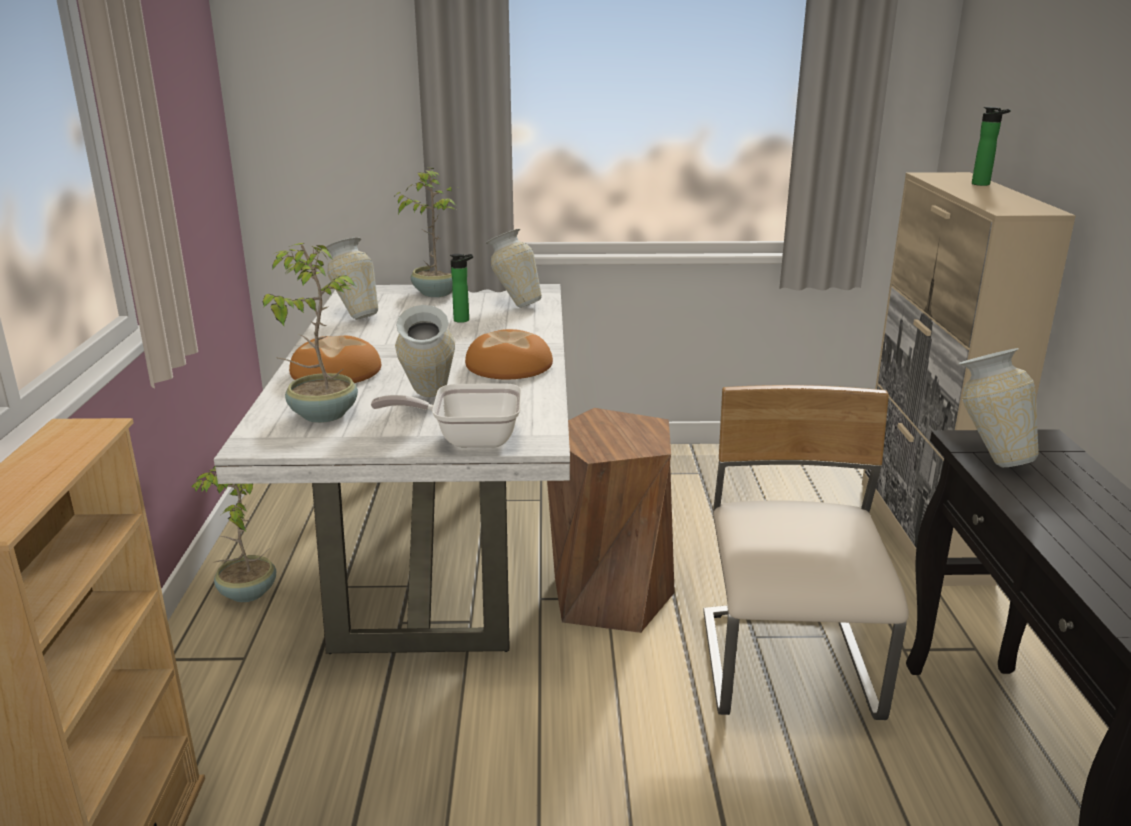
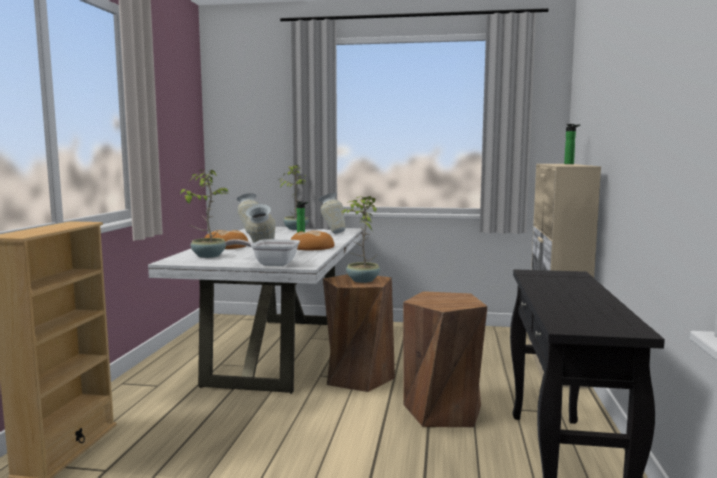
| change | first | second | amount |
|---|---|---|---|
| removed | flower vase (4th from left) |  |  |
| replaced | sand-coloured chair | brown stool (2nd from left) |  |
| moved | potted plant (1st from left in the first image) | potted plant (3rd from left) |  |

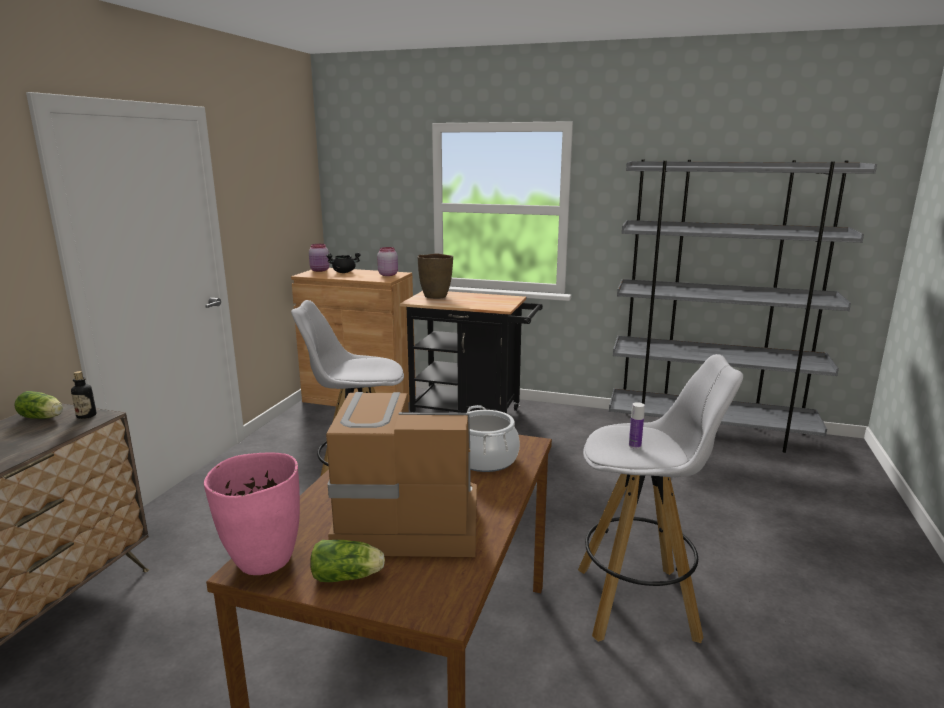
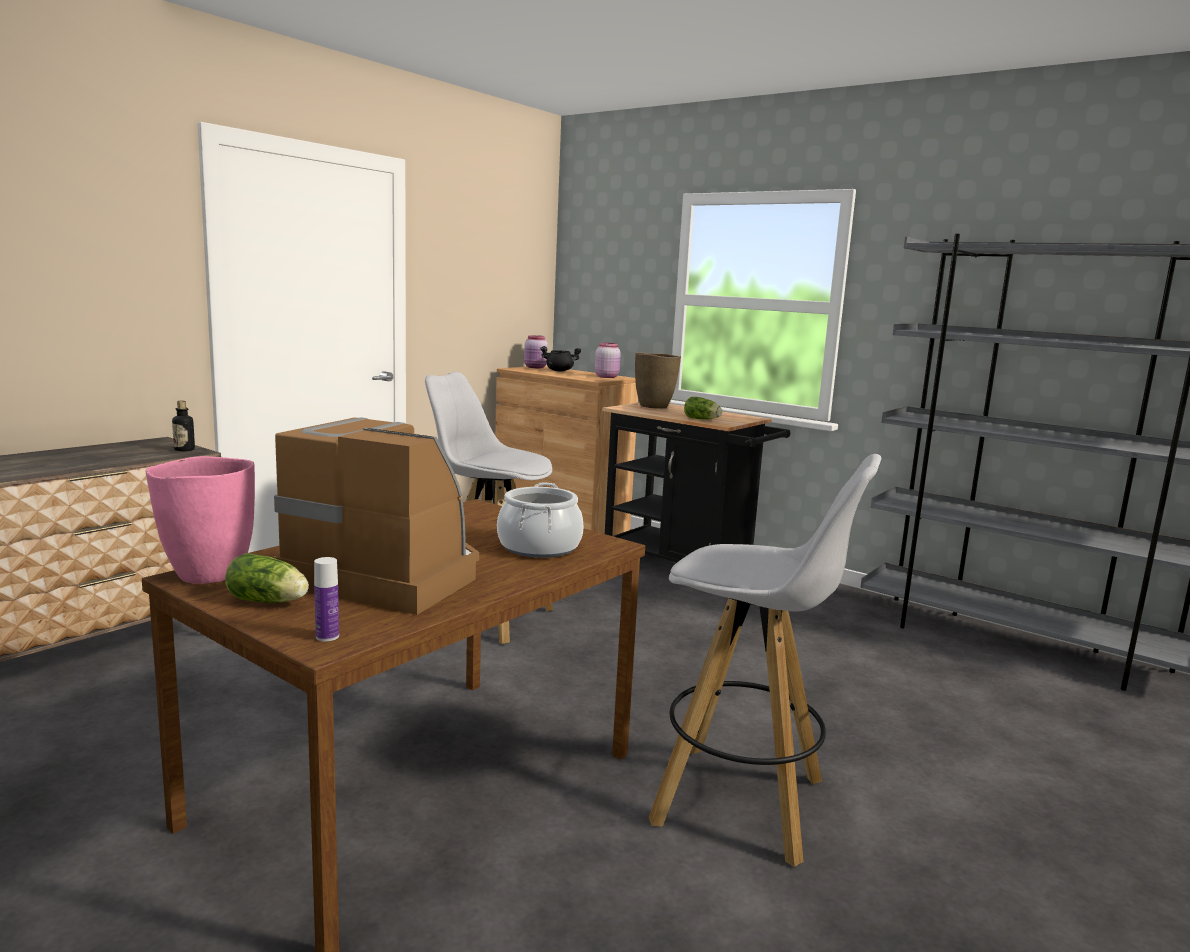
| change | first | second | amount |
|---|---|---|---|
| moved | head of lettuce (1st from left in the first image) | head of lettuce (2nd from left) |  |
| moved | drink bottle (2nd from left) |  |  |

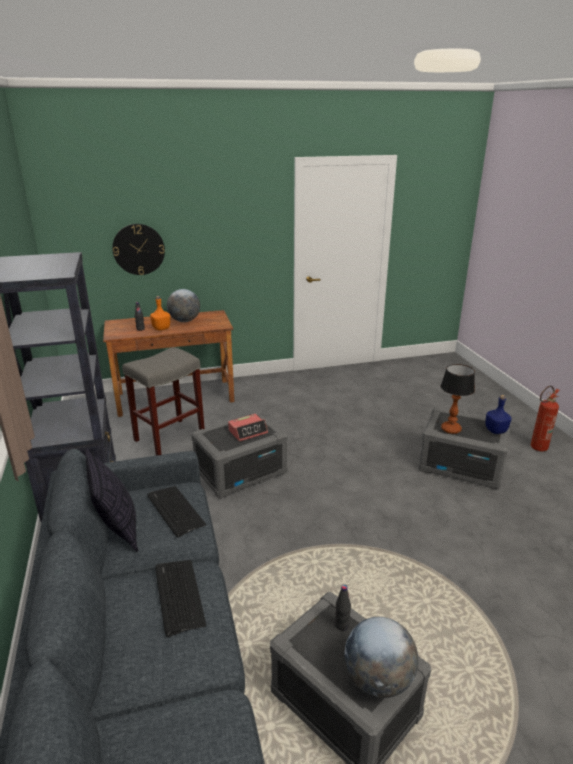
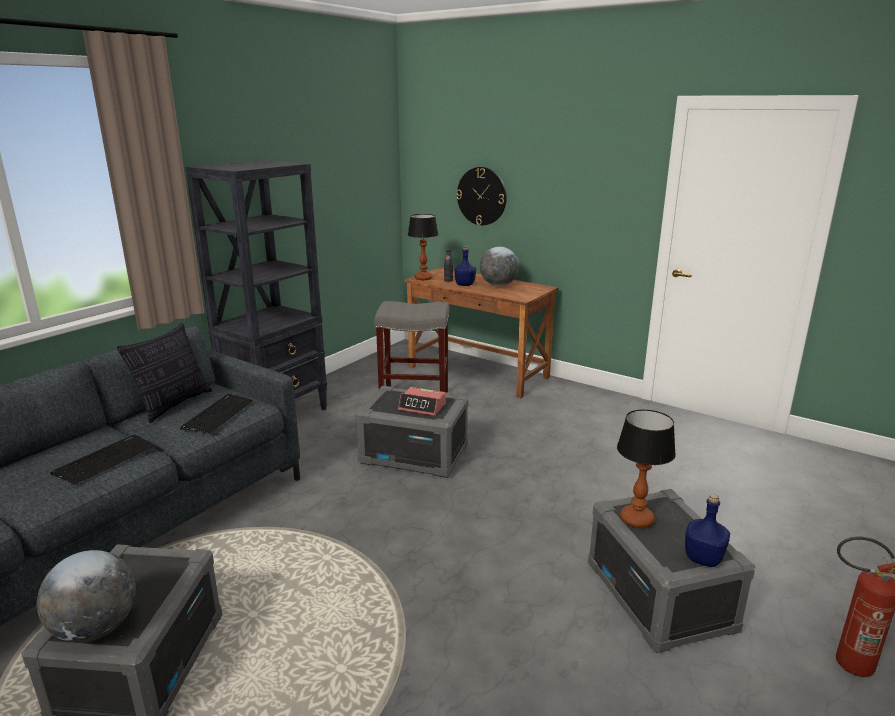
| change | first | second | amount |
|---|---|---|---|
| recoloured | orange-coloured drink bottle | blue-coloured drink bottle (1st from left) |  |
| removed | blackish drink bottle (2nd from left) |  |  |
| added |  | lamp for a table (1st from left) |  |

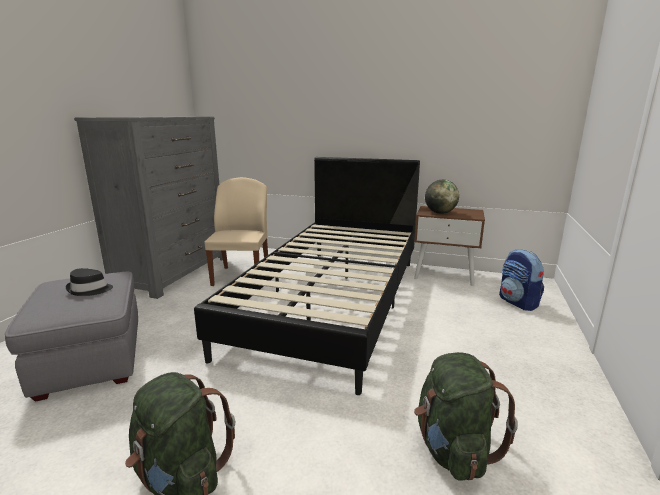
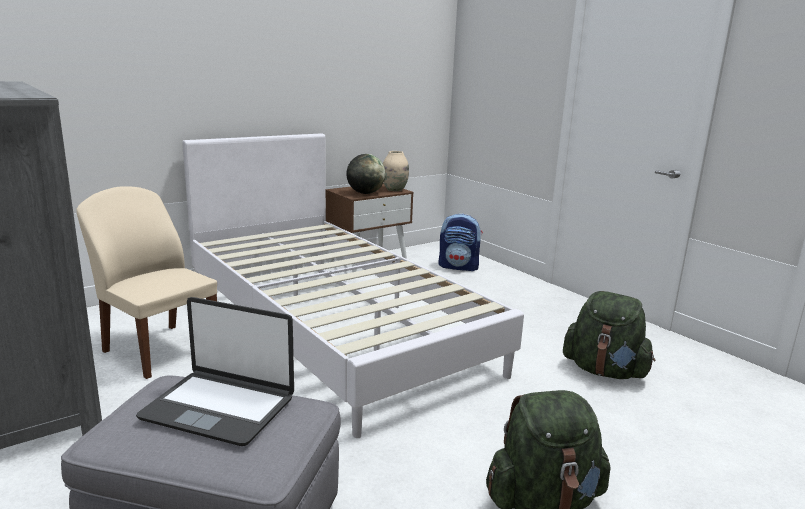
| change | first | second | amount |
|---|---|---|---|
| recoloured | blackish bed | white-coloured bed |  |
| replaced | blackish clothing hat | portable computer |  |
| added |  | sand-coloured flower vase |  |

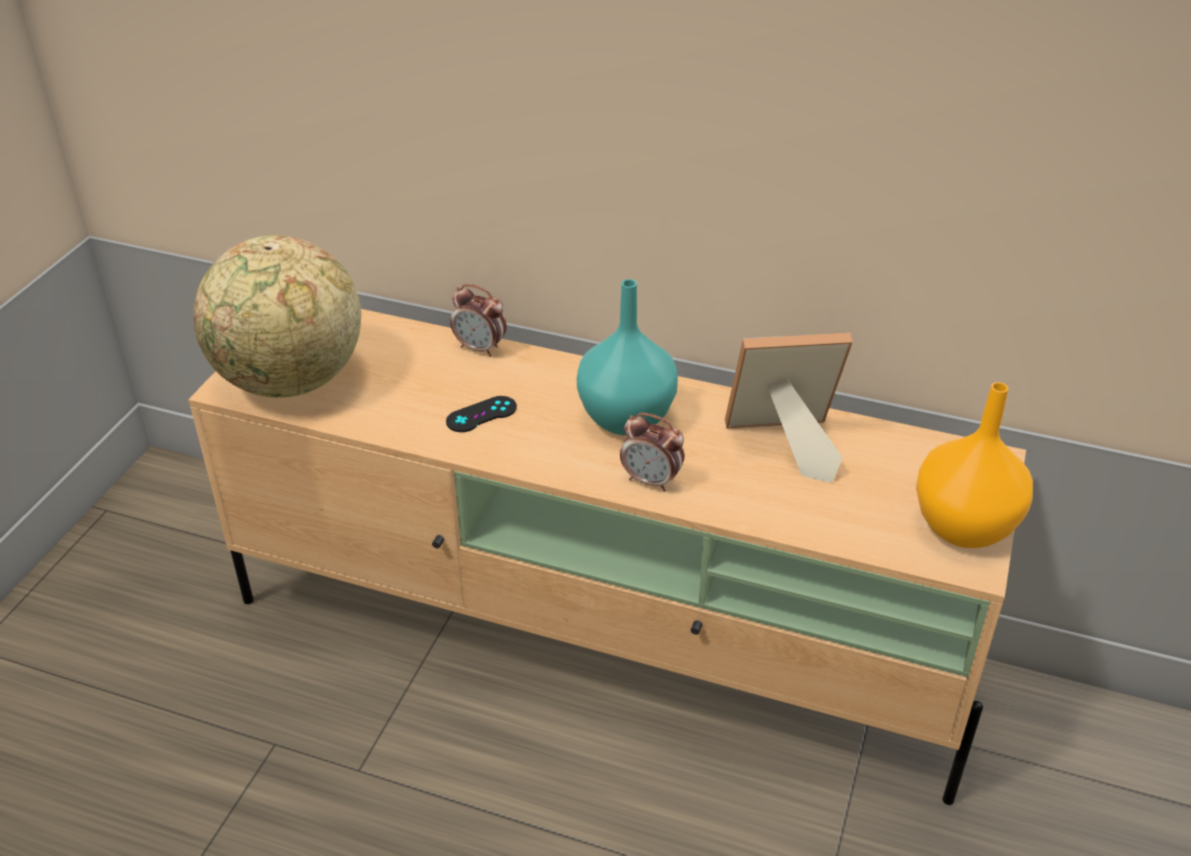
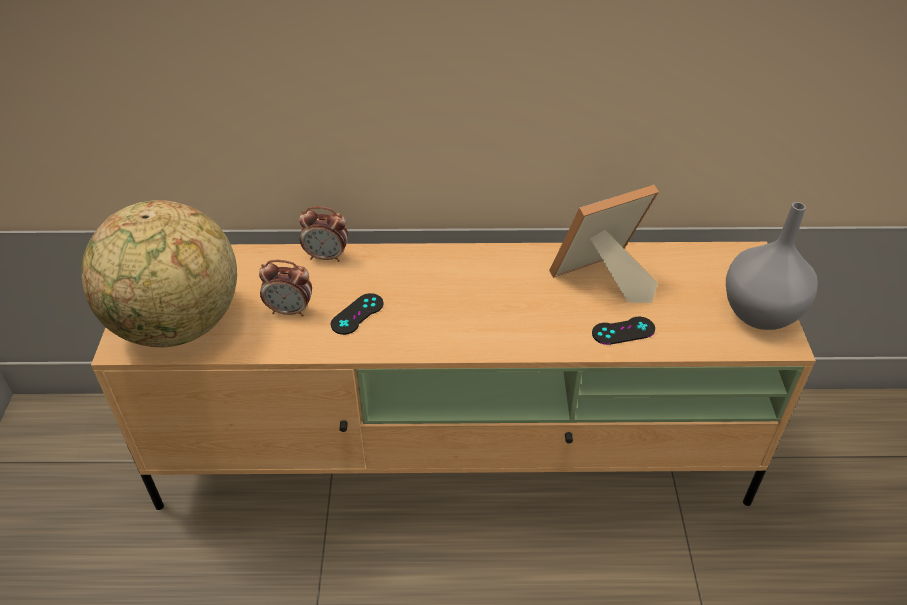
| change | first | second | amount |
|---|---|---|---|
| removed | blue-green flower vase |  |  |
| recoloured | orange-coloured flower vase | grey flower vase |  |
| moved | bedside clock (2nd from left in the first image) | bedside clock (1st from left) |  |
| added |  | blackish game controller (2nd from left) |  |

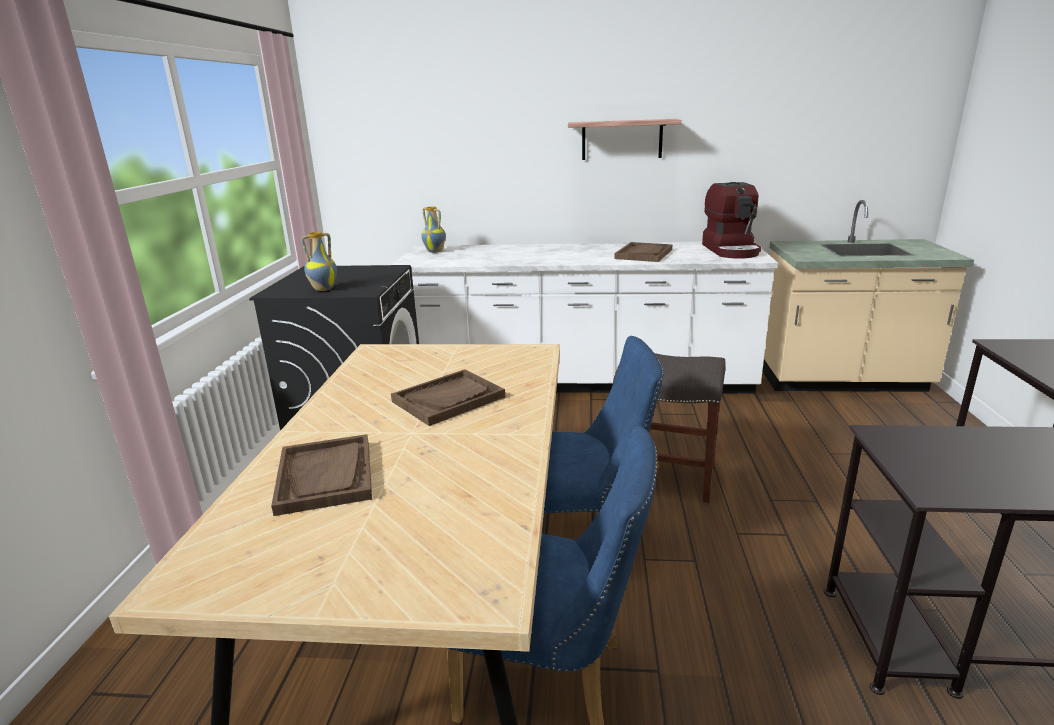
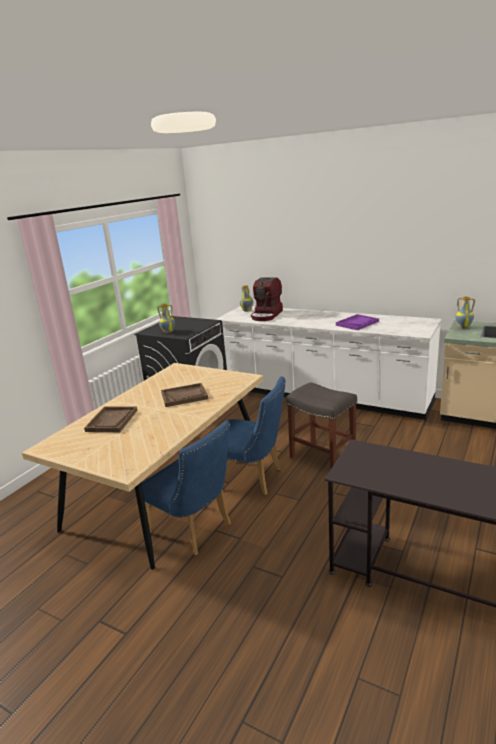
| change | first | second | amount |
|---|---|---|---|
| removed | shelf |  |  |
| moved | coffee machine |  |  |
| recoloured | brown serving tray (3rd from left) | purplish serving tray |  |
| added |  | flower vase (3rd from left) |  |

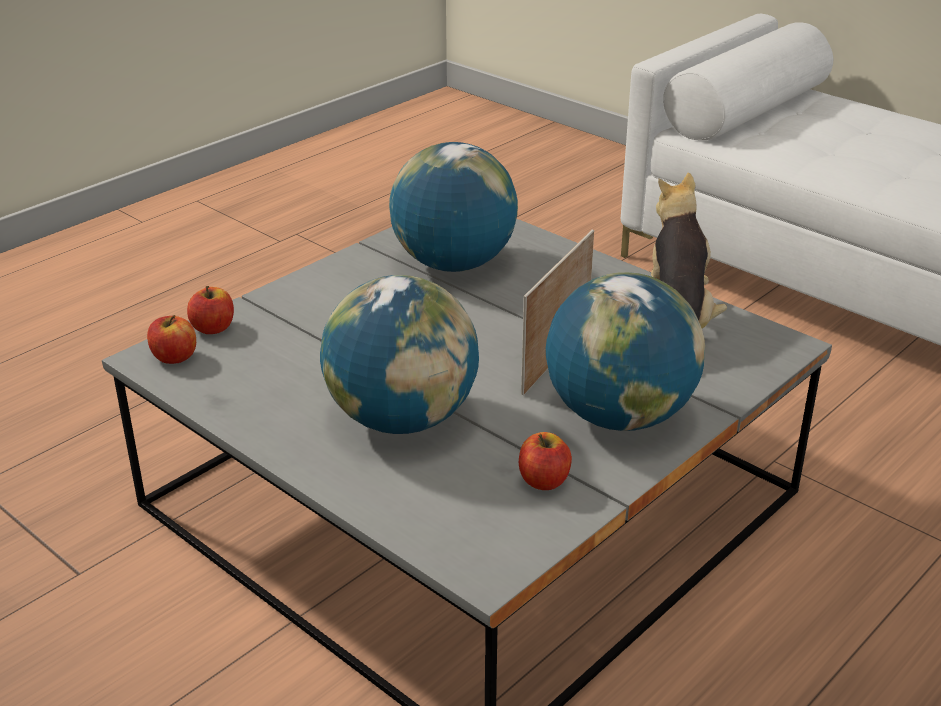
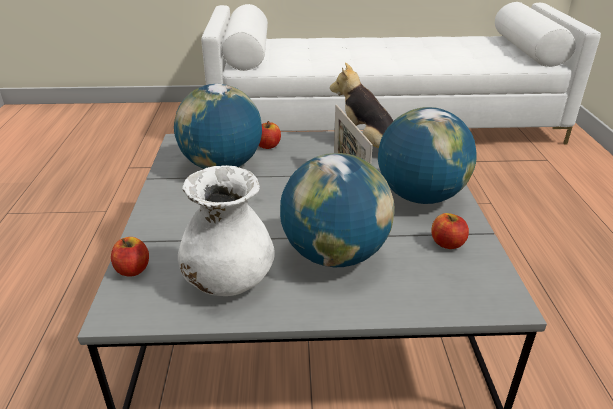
| change | first | second | amount |
|---|---|---|---|
| moved | apple (1st from left in the first image) | apple (2nd from left) |  |
| added |  | white-coloured flower vase |  |

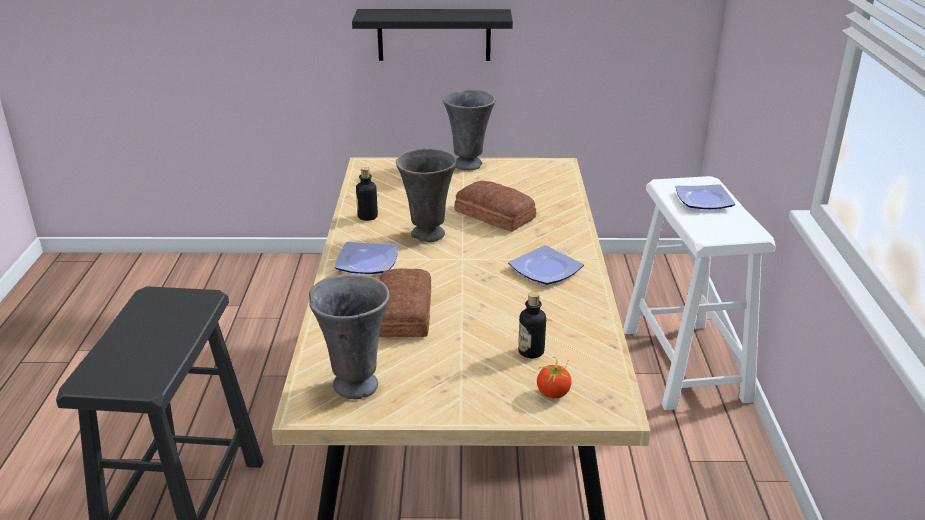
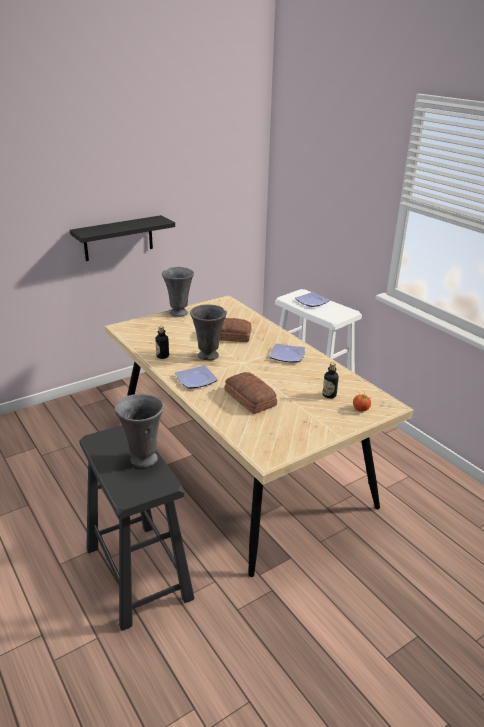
| change | first | second | amount |
|---|---|---|---|
| moved | grey flower vase (1st from left) |  |  |

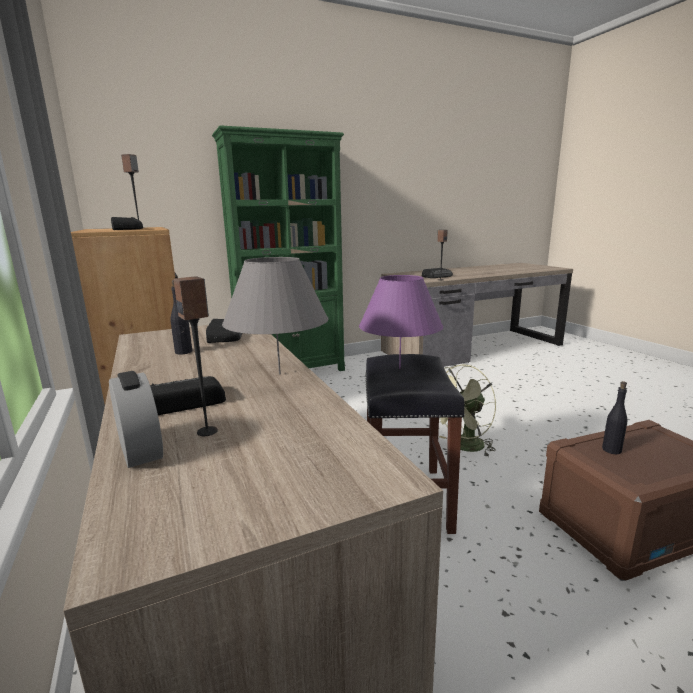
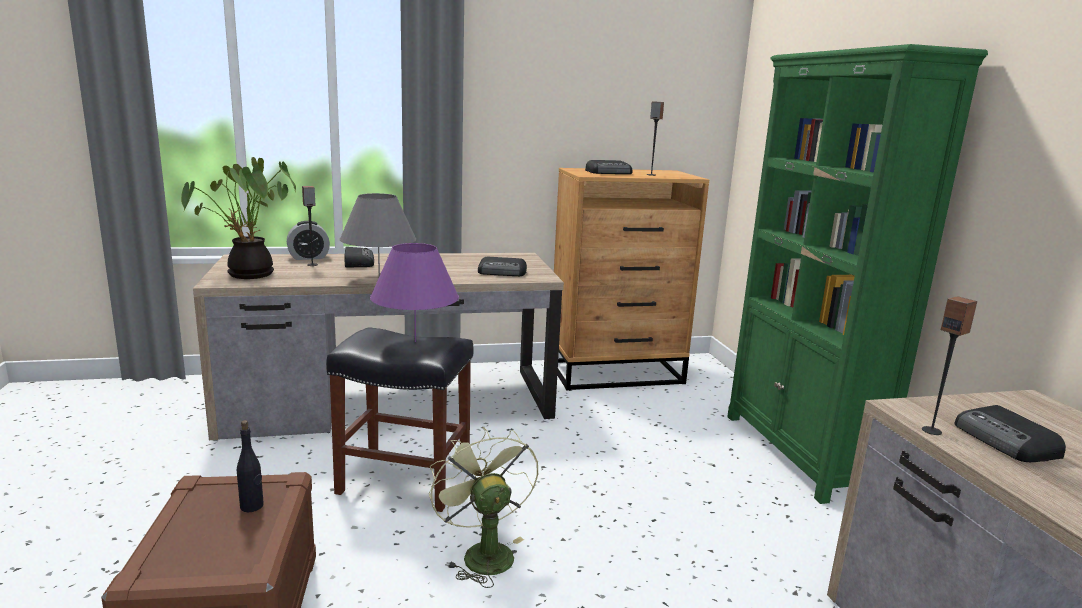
| change | first | second | amount |
|---|---|---|---|
| removed | blackish drink bottle (1st from left) |  |  |
| added |  | potted plant |  |

